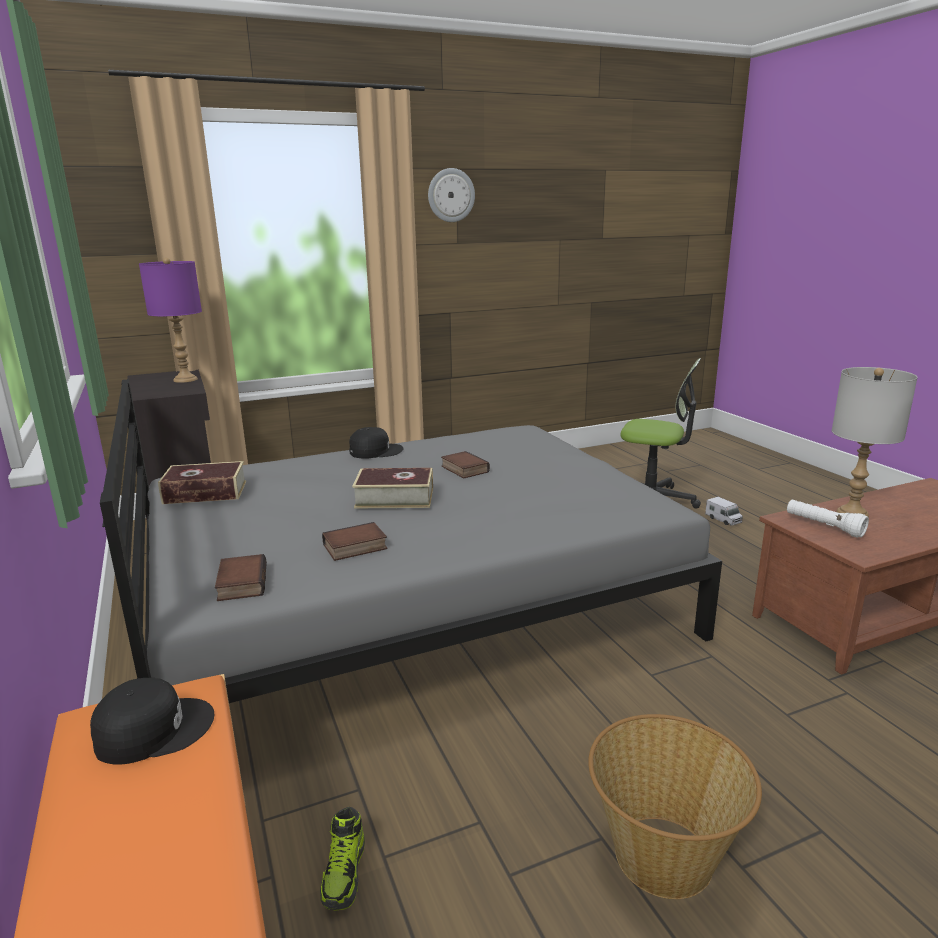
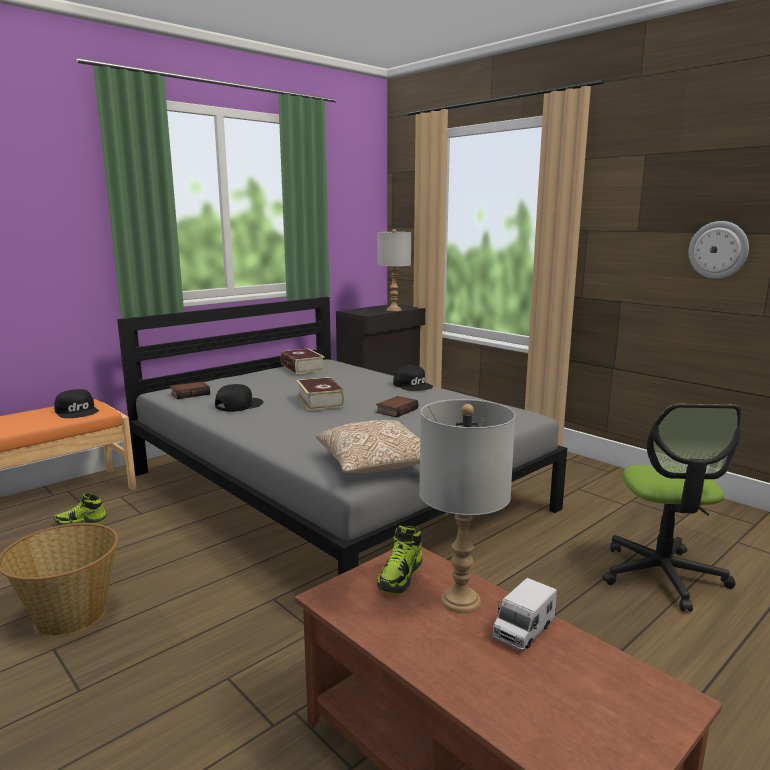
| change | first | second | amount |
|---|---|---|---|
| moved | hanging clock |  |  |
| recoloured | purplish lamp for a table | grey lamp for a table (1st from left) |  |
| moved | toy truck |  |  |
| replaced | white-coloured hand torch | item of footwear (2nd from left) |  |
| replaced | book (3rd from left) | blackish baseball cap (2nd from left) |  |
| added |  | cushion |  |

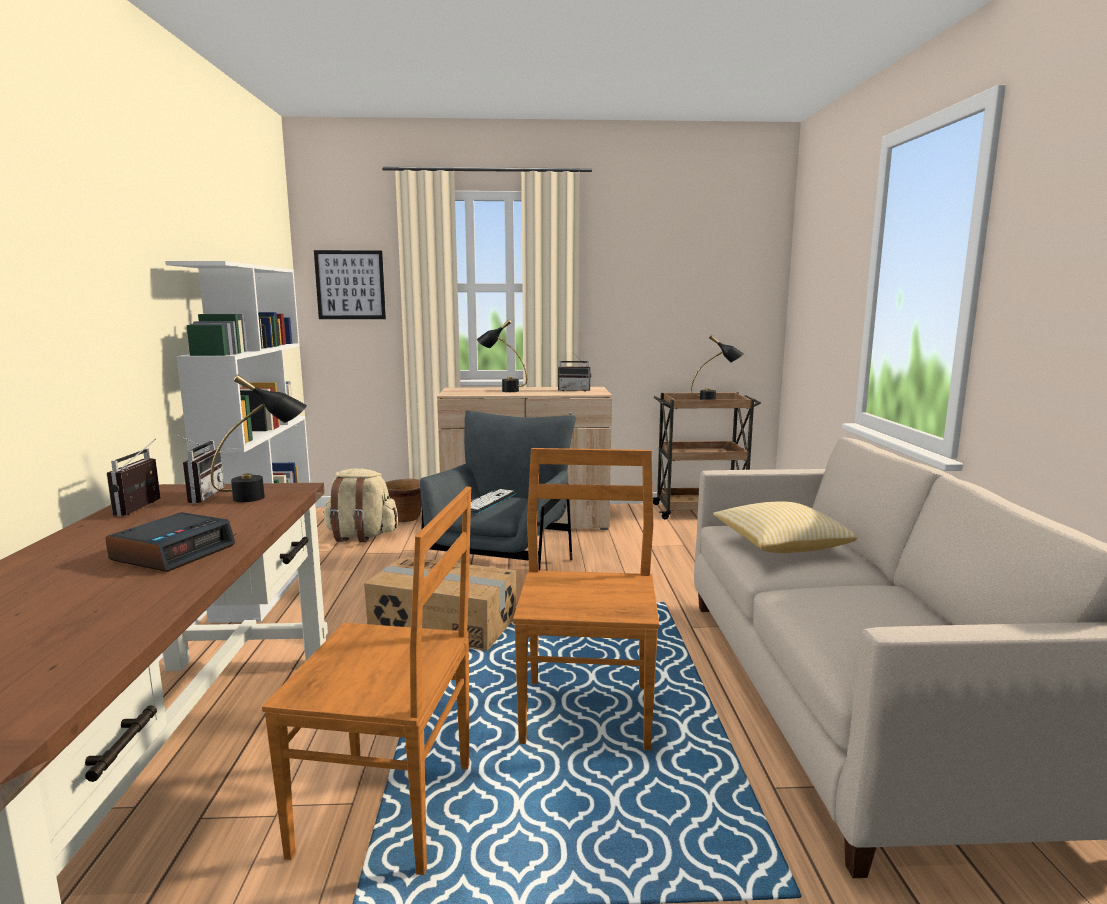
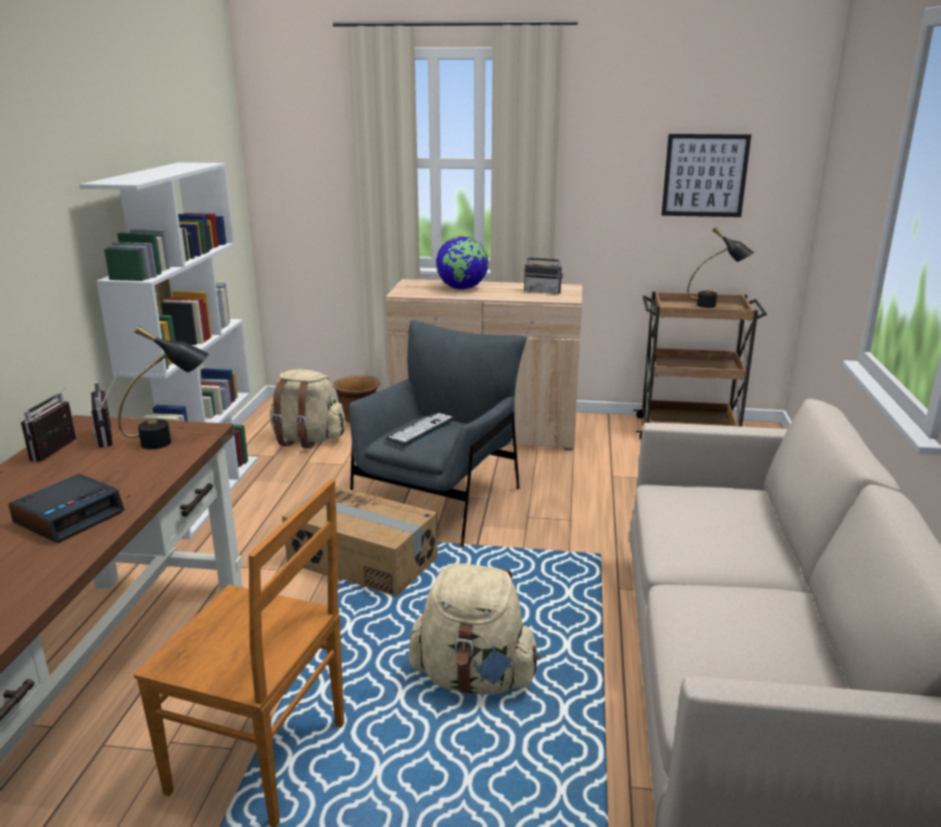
| change | first | second | amount |
|---|---|---|---|
| moved | picture |  |  |
| replaced | blackish lamp for a table (2nd from left) | desk globe |  |
| turned | radio receiver (2nd from left) |  | 150 degrees clockwise |
| replaced | brown chair (2nd from left) | sand-coloured backpack (2nd from left) |  |
| removed | cushion |  |  |

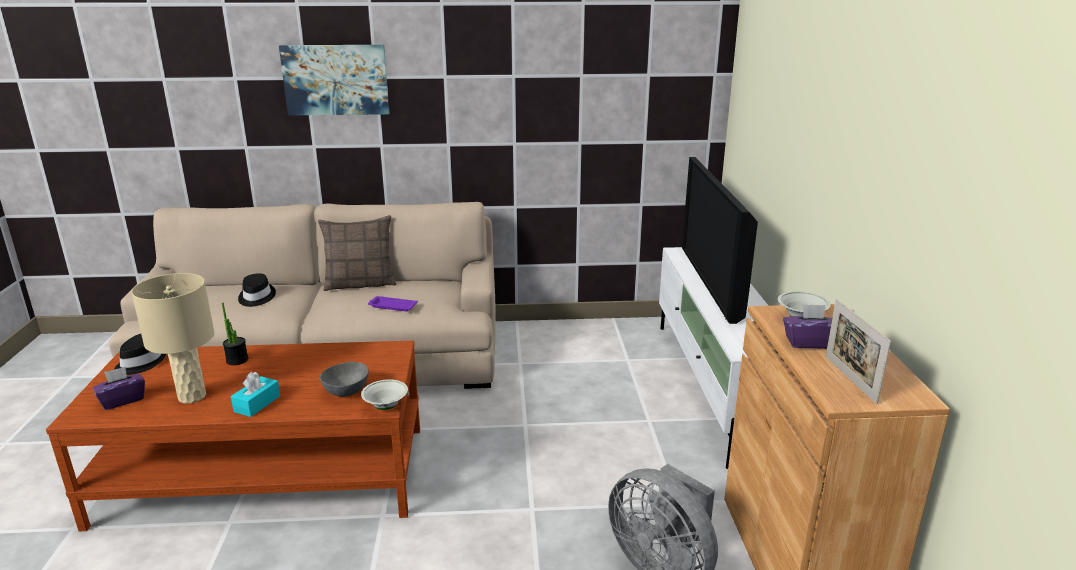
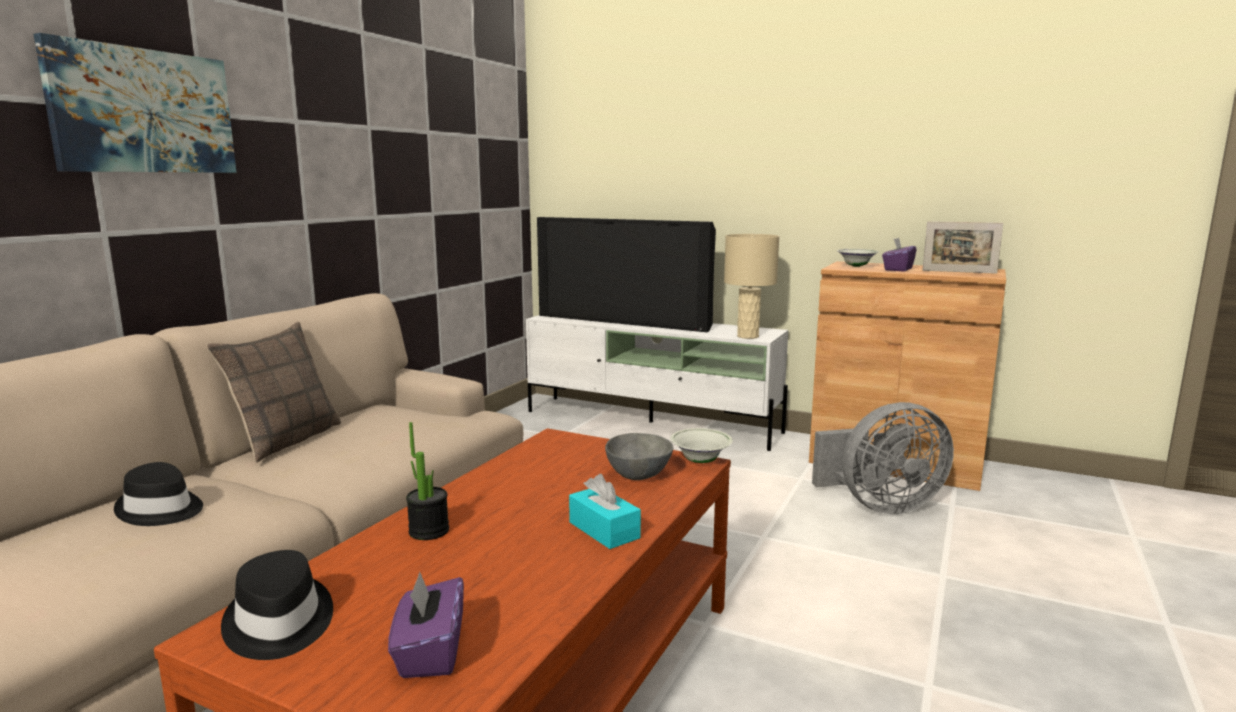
| change | first | second | amount |
|---|---|---|---|
| moved | sand-coloured lamp for a table |  |  |
| removed | purplish serving tray |  |  |

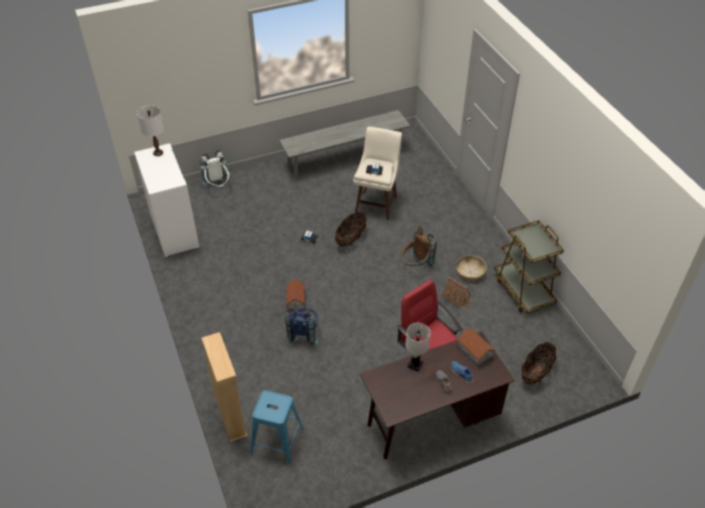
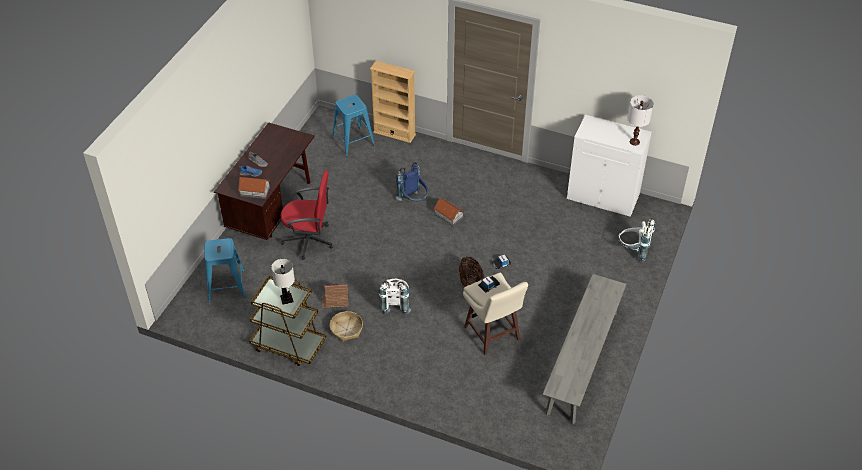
| change | first | second | amount |
|---|---|---|---|
| recoloured | brown backpack | white-coloured backpack (1st from left) |  |
| moved | white-coloured lamp for a table (2nd from left in the first image) | white-coloured lamp for a table (1st from left) |  |
| replaced | household basket (3rd from left) | blue-coloured stool (1st from left) |  |

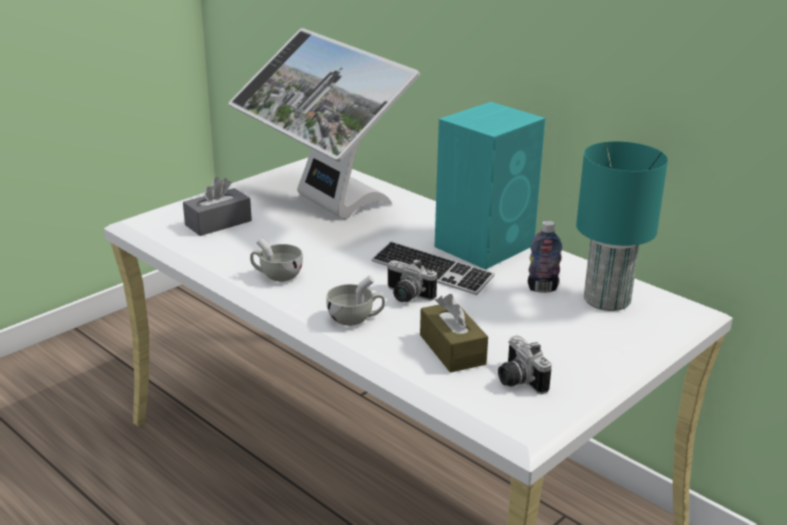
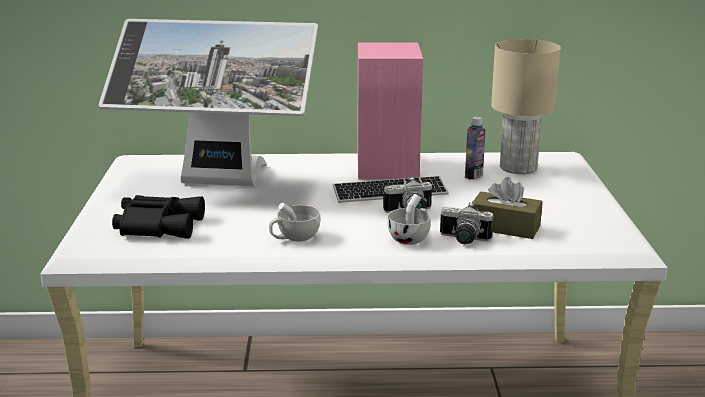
| change | first | second | amount |
|---|---|---|---|
| recoloured | blue-green speaker | pink-coloured speaker |  |
| recoloured | blue-green lamp for a table | sand-coloured lamp for a table |  |
| replaced | grey box of tissues | blackish pair of binoculars |  |
| moved | still camera (2nd from left) |  |  |

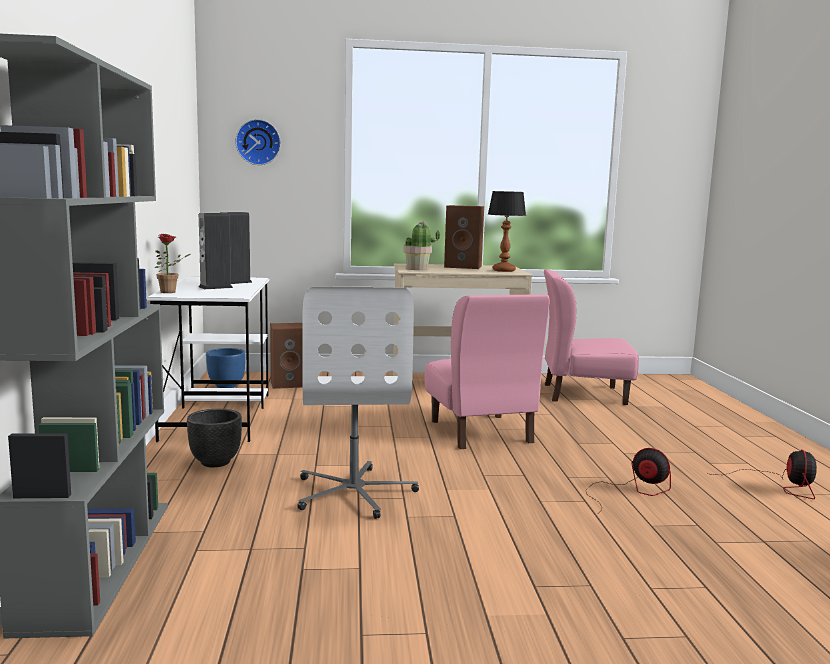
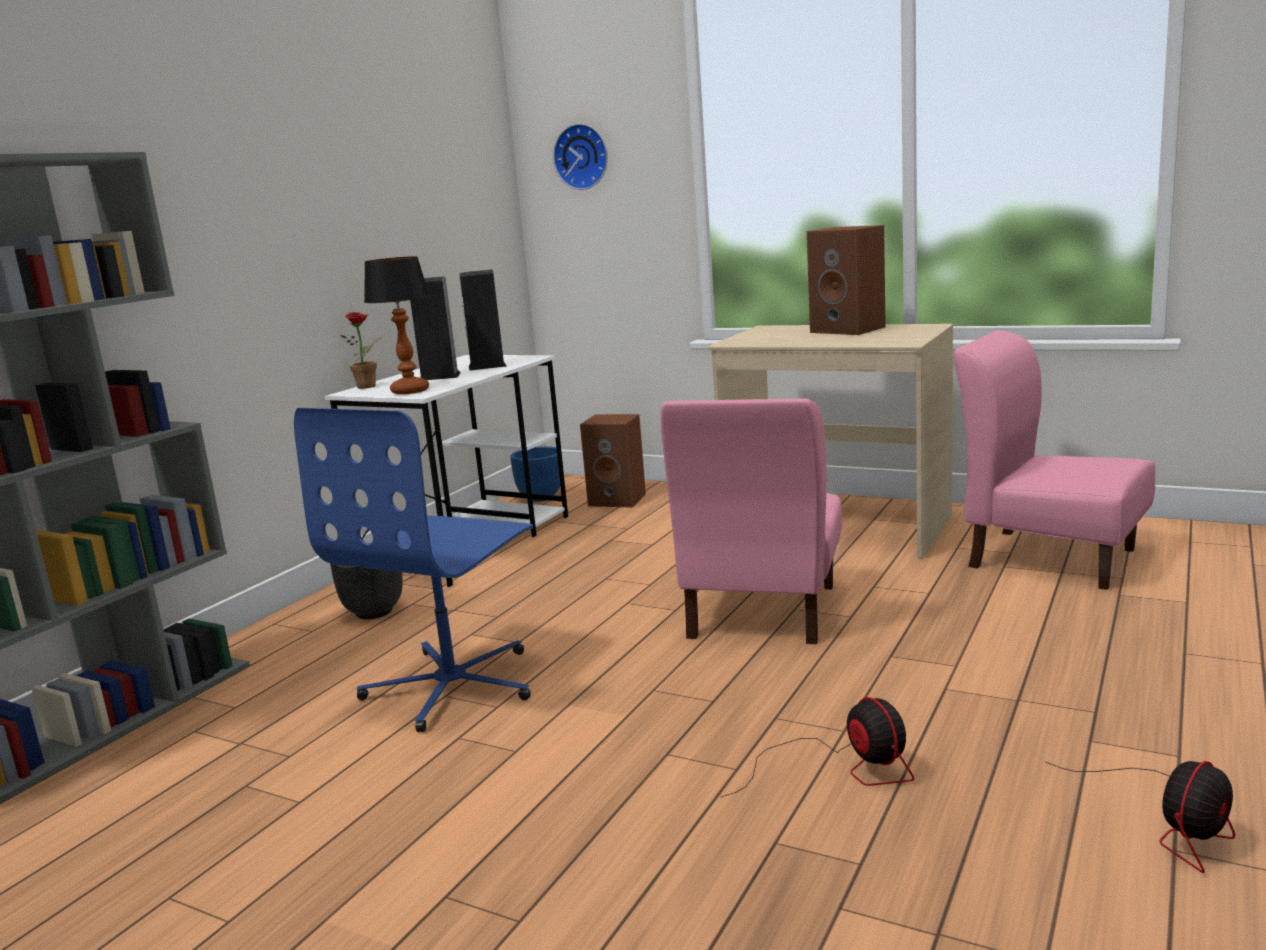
| change | first | second | amount |
|---|---|---|---|
| moved | lamp for a table |  |  |
| removed | potted plant (2nd from left) |  |  |
| recoloured | white-coloured computer chair | blue-coloured computer chair |  |

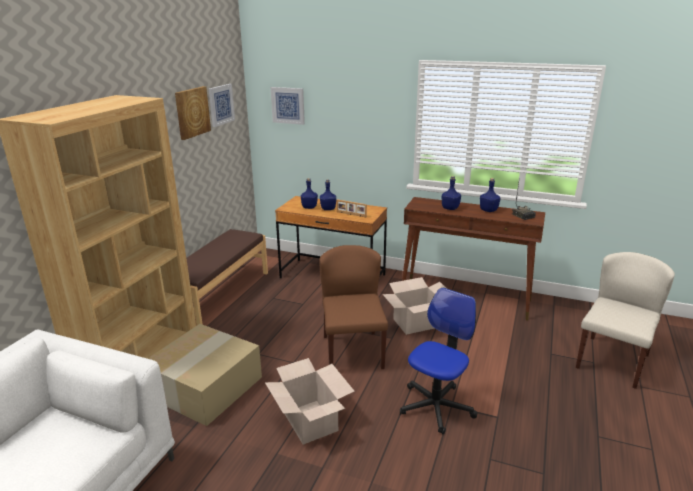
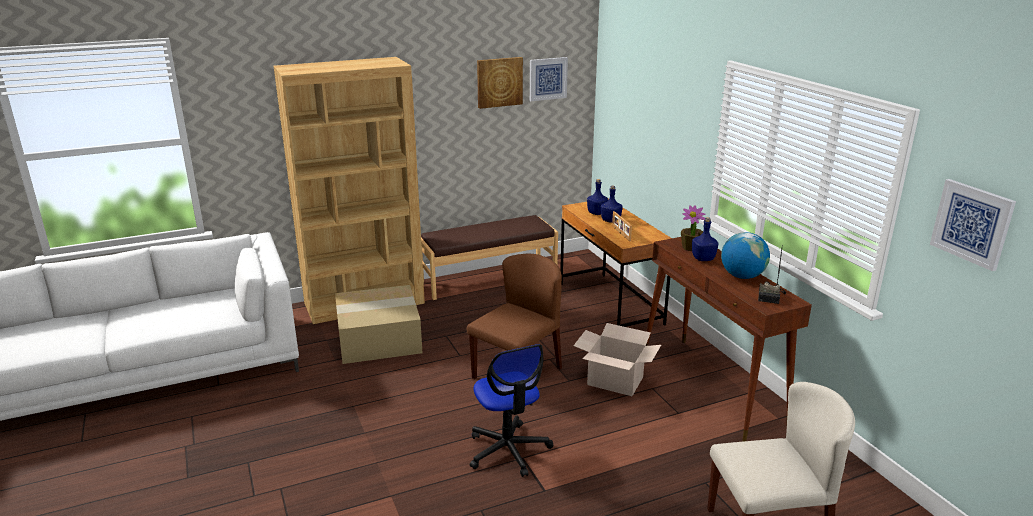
| change | first | second | amount |
|---|---|---|---|
| moved | picture (3rd from left) |  |  |
| replaced | blue-coloured drink bottle (4th from left) | desk globe |  |
| turned | computer chair |  | 75 degrees clockwise |
| removed | carton (2nd from left) |  |  |
| added |  | potted plant |  |

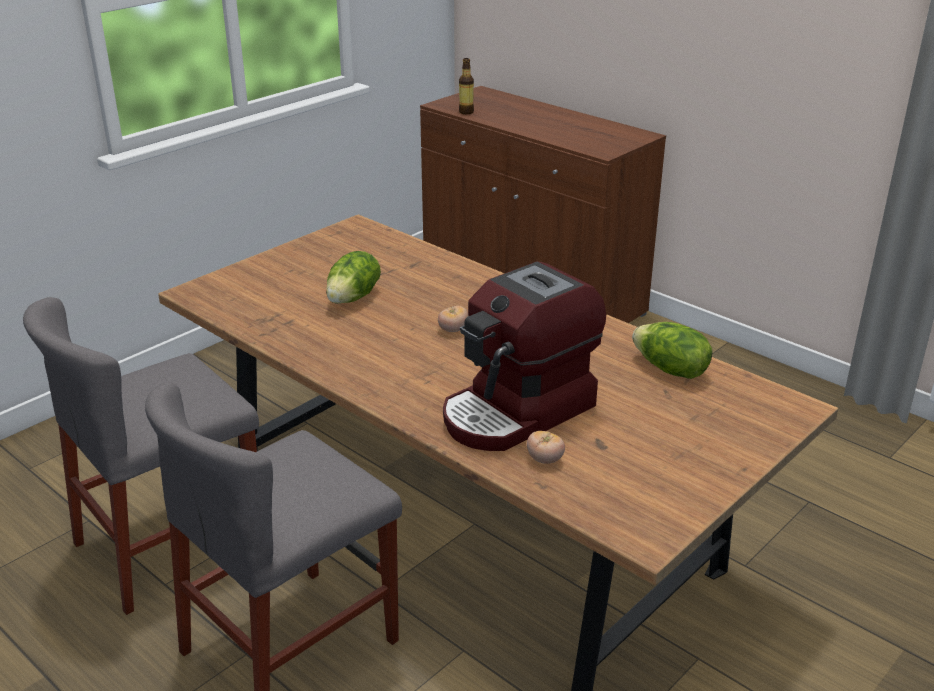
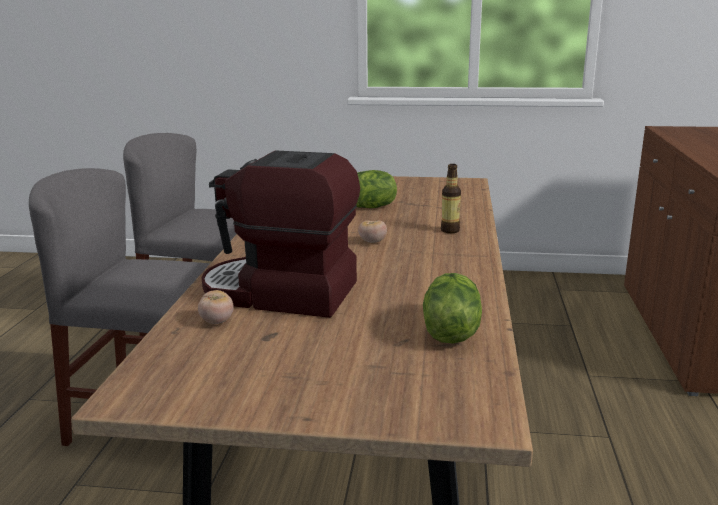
| change | first | second | amount |
|---|---|---|---|
| moved | drink bottle |  |  |

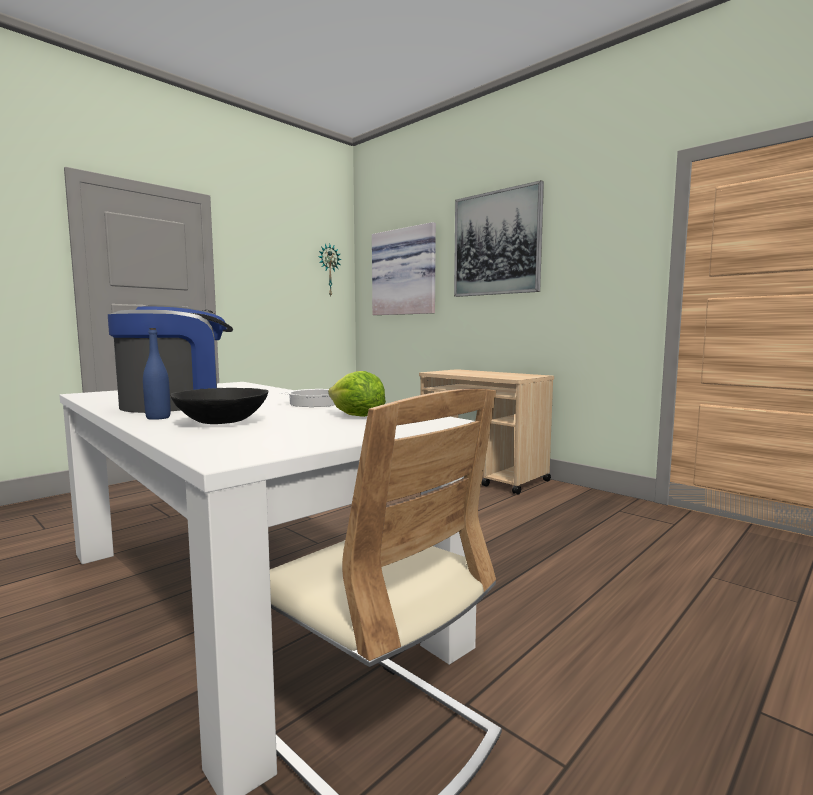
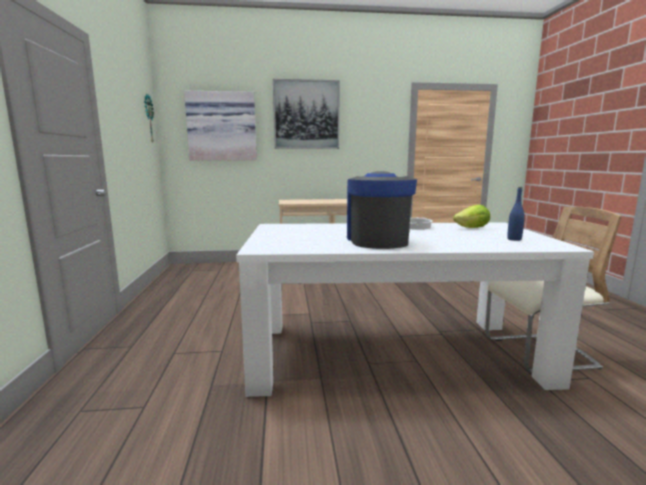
| change | first | second | amount |
|---|---|---|---|
| moved | blue-coloured drink bottle |  |  |
| removed | blackish deep dish |  |  |

